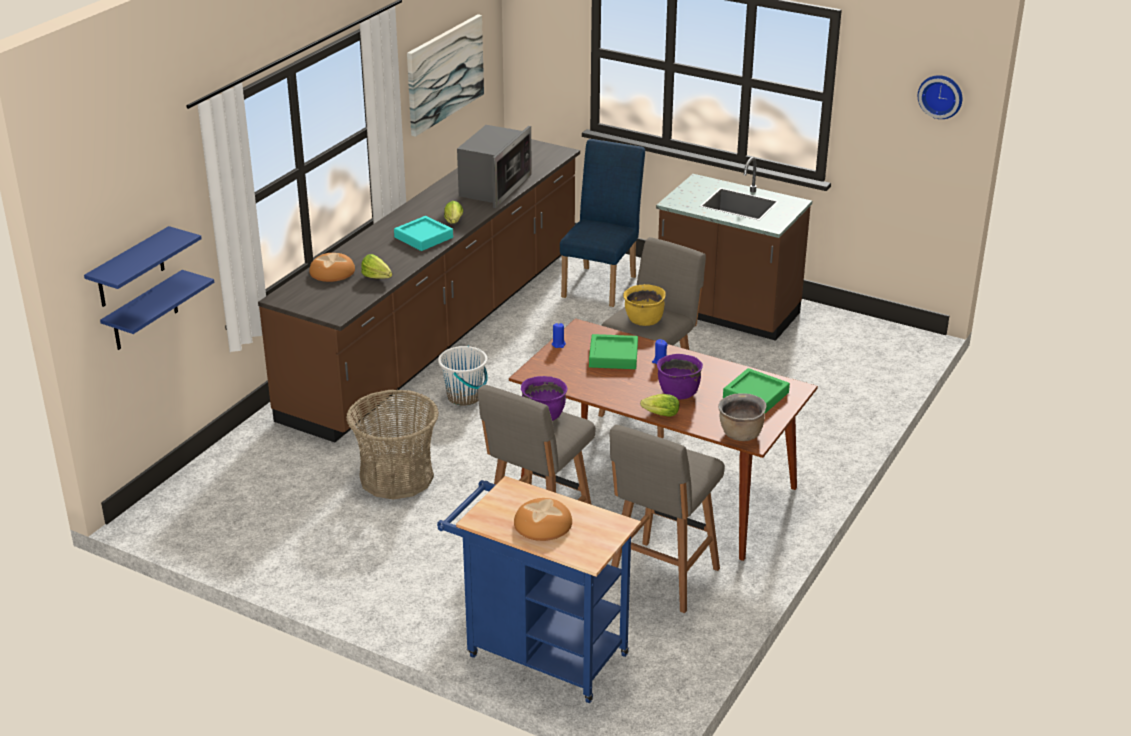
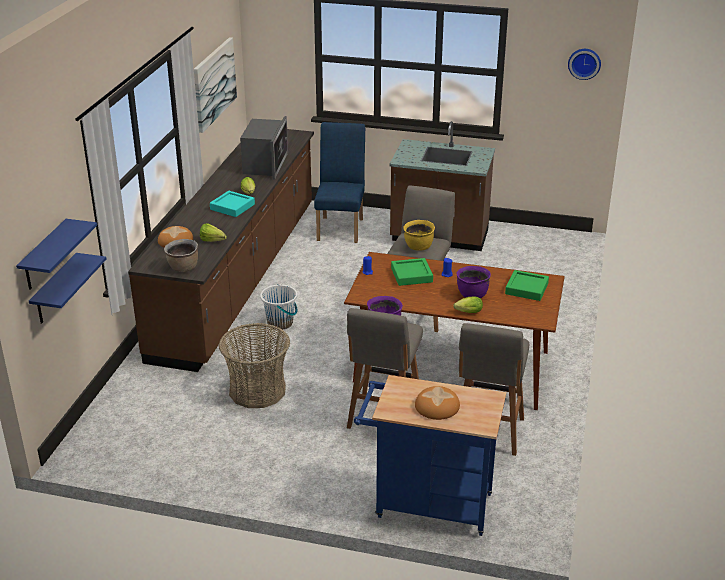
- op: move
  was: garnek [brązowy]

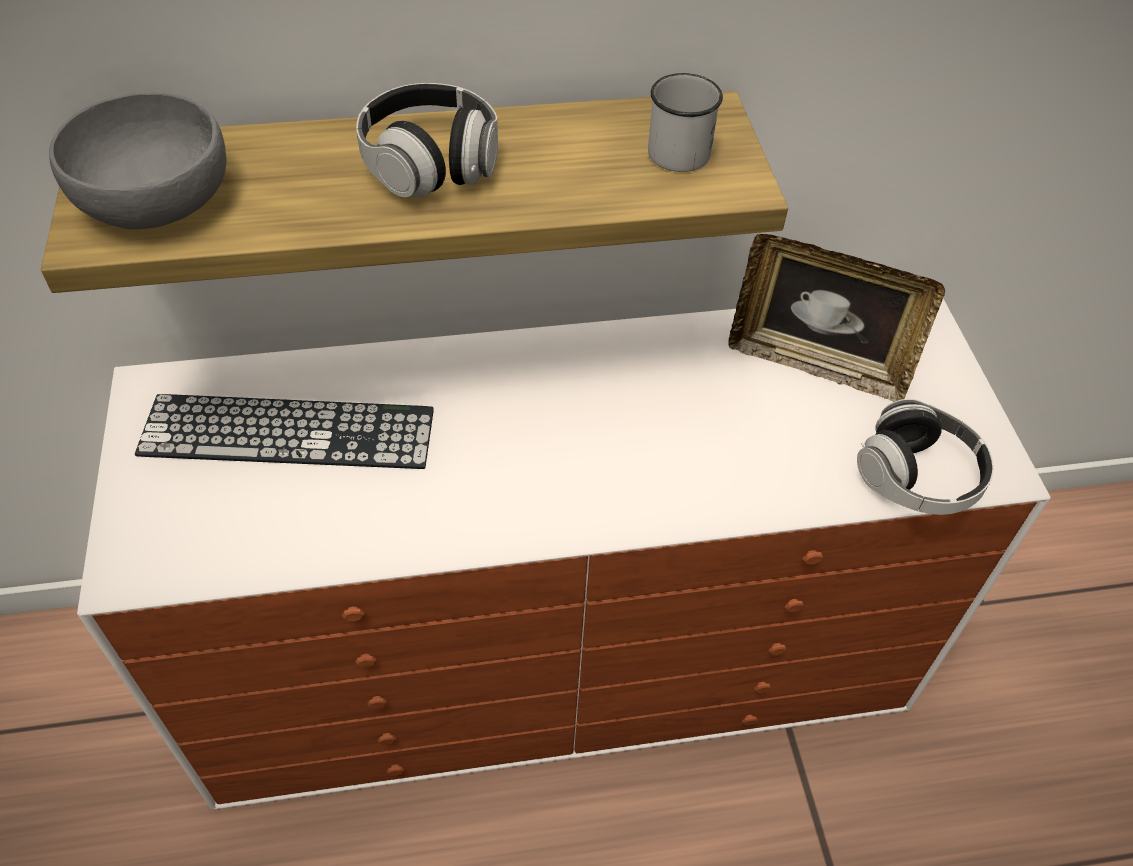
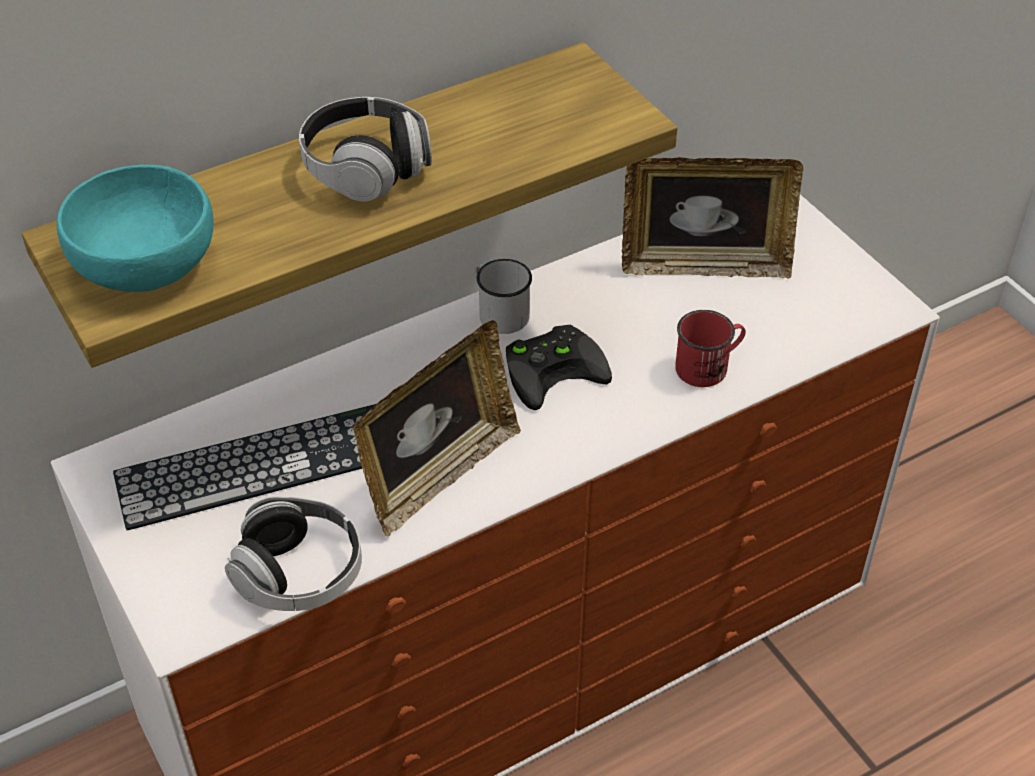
- op: recolor
  was: miska [szary]
  now: miska [turkusowy]
- op: move
  was: kubek [biały]
- op: move
  was: słuchawki (2nd from left in the first image)
  now: słuchawki (1st from left)
- op: insert
  now: ramka na zdjęcie (1st from left)
- op: insert
  now: pad do gier [czarny]
- op: insert
  now: kubek [czerwony]

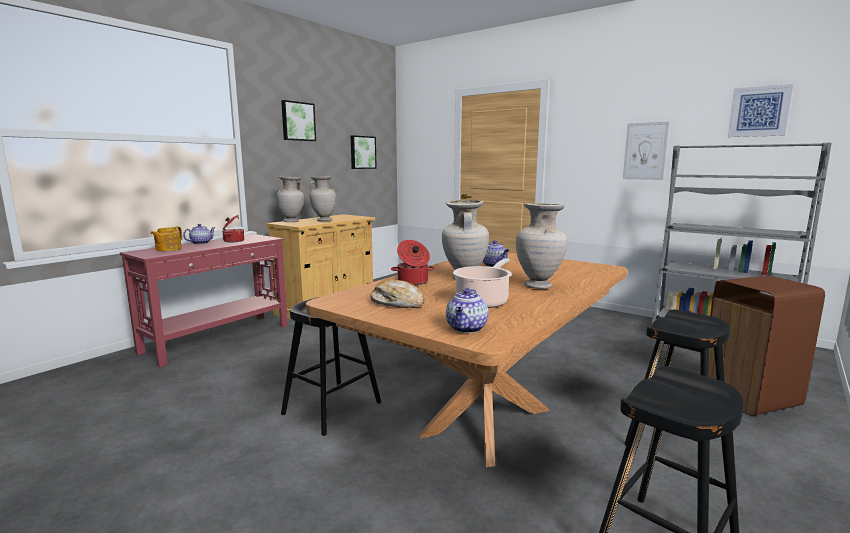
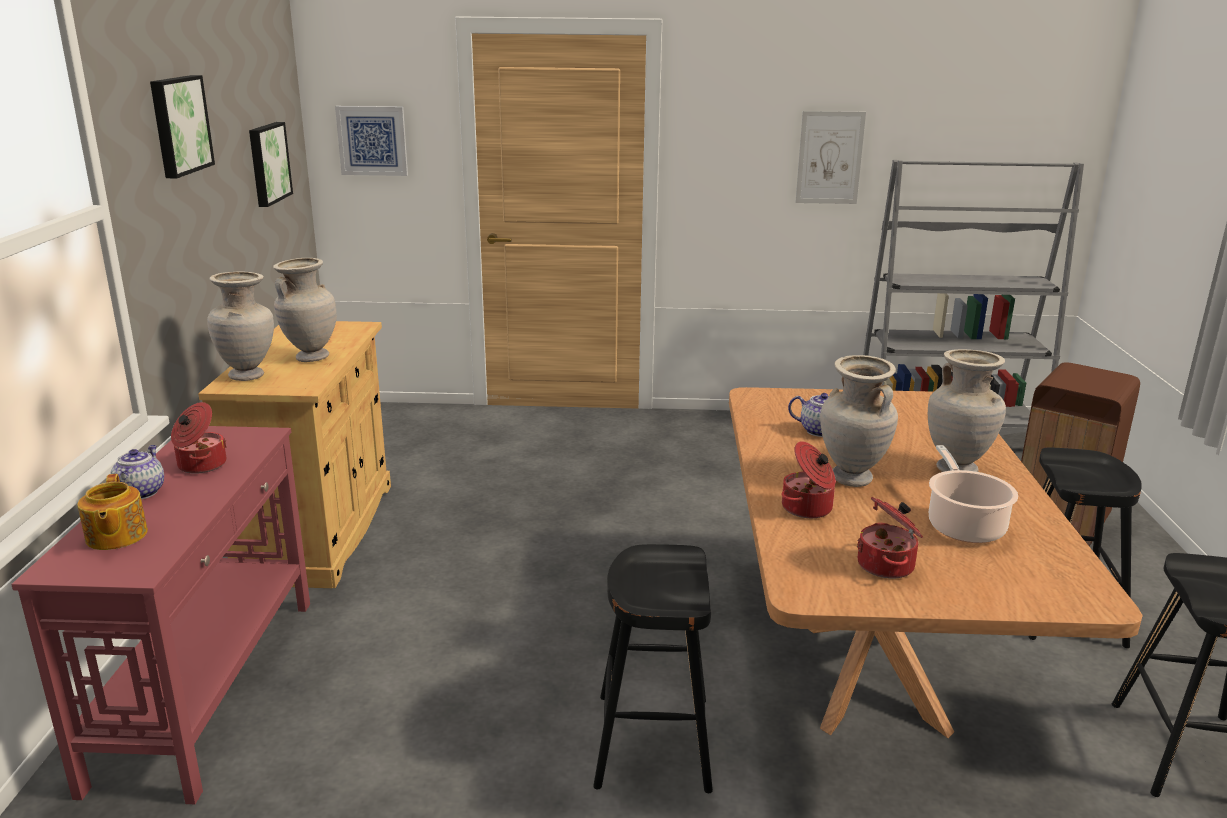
- op: replace
  was: chleb
  now: garnek (3rd from left)
- op: delete
  was: imbryk (3rd from left)
- op: move
  was: obraz (4th from left in the first image)
  now: obraz (3rd from left)

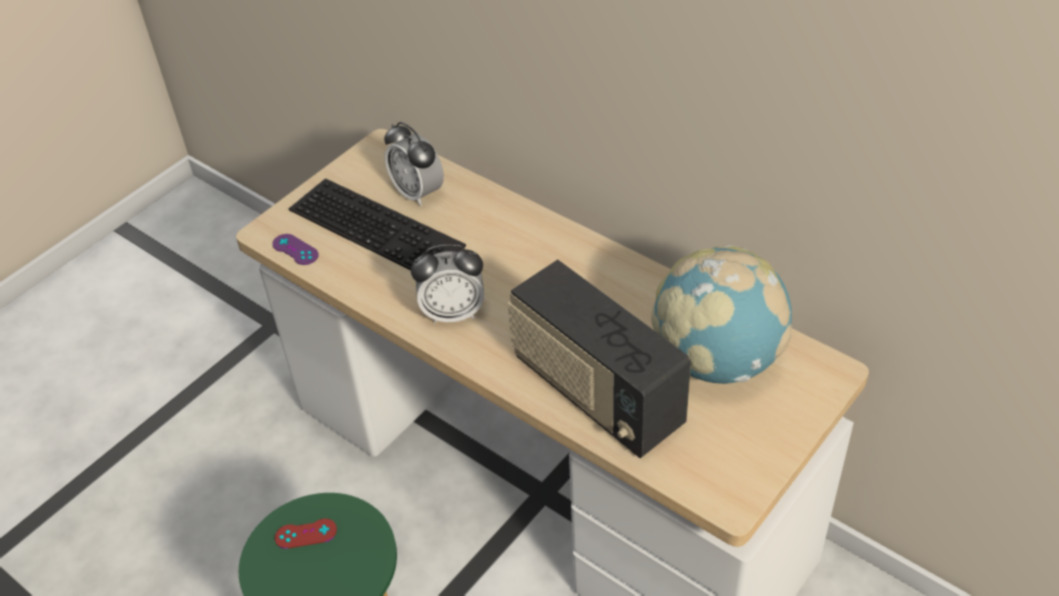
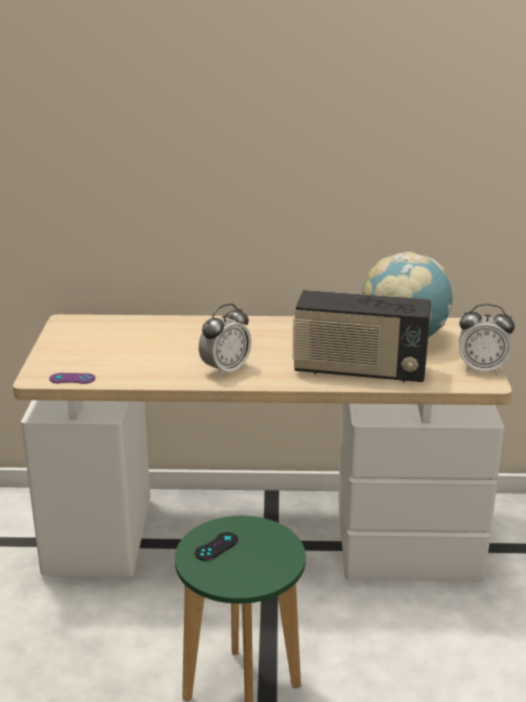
- op: recolor
  was: pad do gier [czerwony]
  now: pad do gier [czarny]
- op: delete
  was: klawiatura
- op: move
  was: budzik (1st from left in the first image)
  now: budzik (2nd from left)

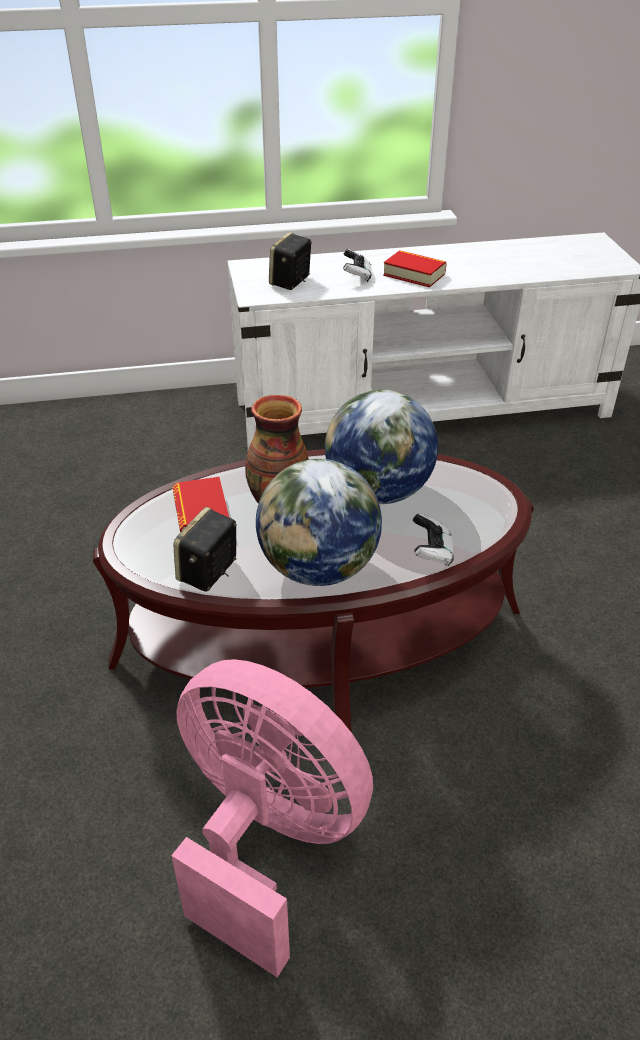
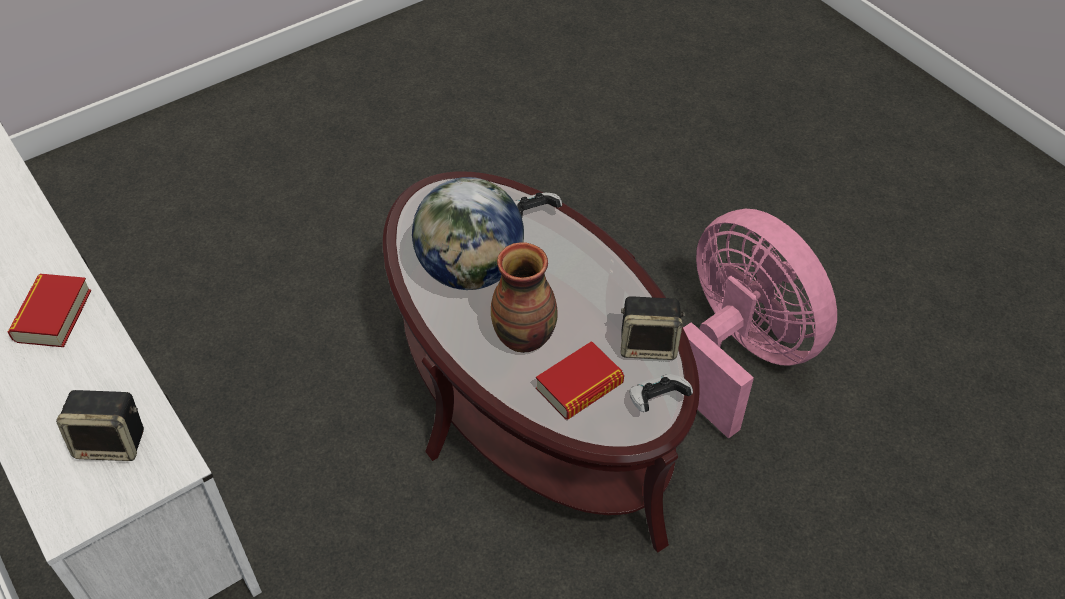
- op: rotate
  was: wentylator [różowy]
  clockwise: 135
- op: delete
  was: globus (1st from left)
- op: move
  was: pad do gier (1st from left in the first image)
  now: pad do gier (2nd from left)

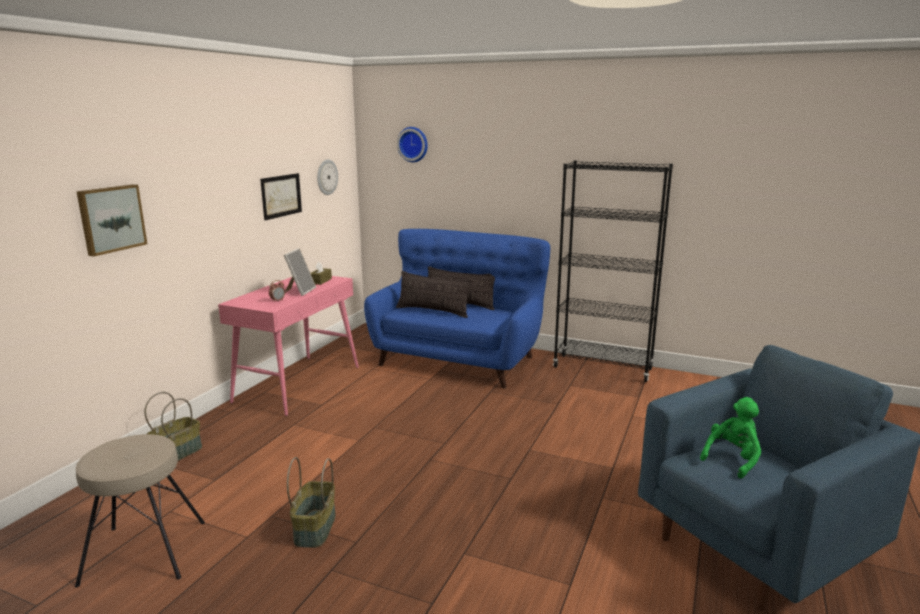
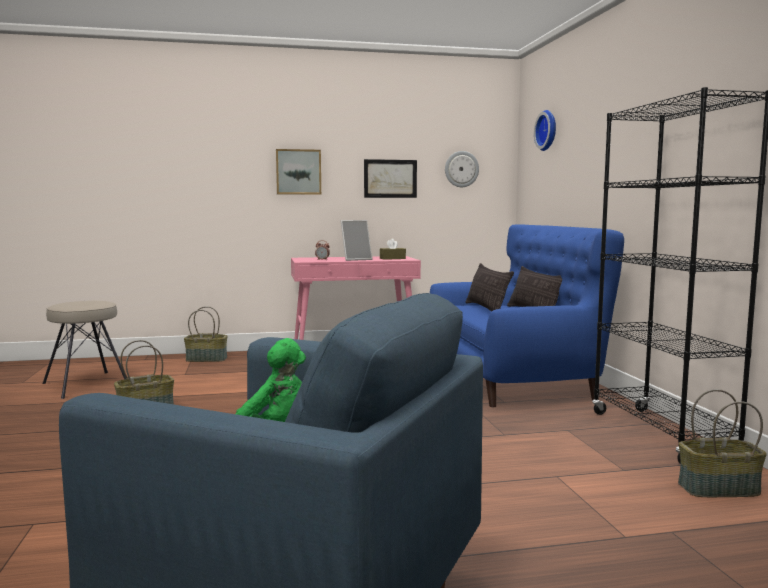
- op: move
  was: obraz (1st from left)
- op: insert
  now: koszyk (3rd from left)

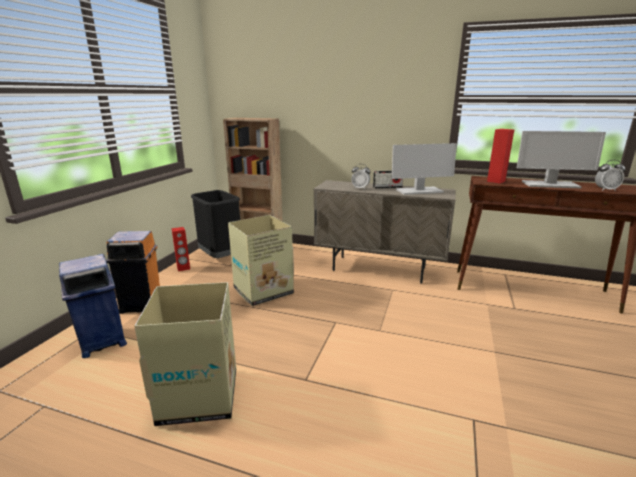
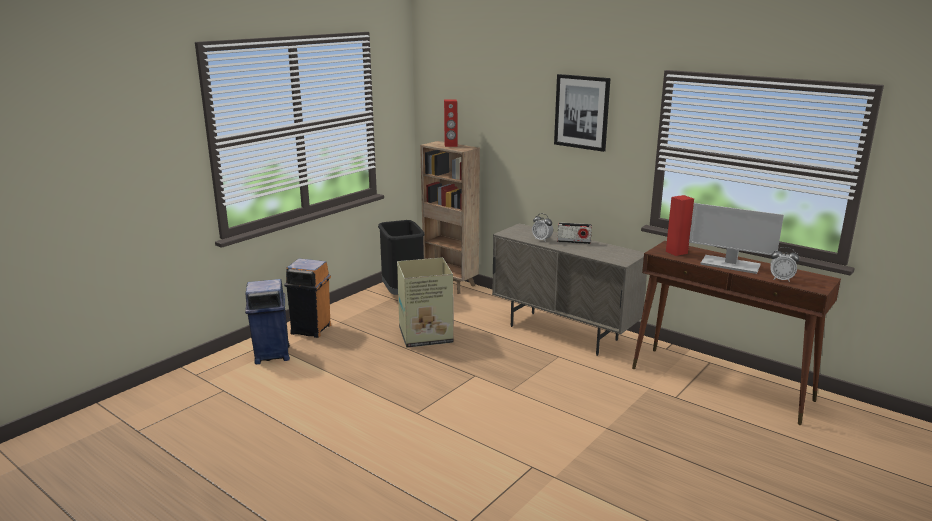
- op: delete
  was: karton (1st from left)
- op: move
  was: głośnik [czerwony] (1st from left)
- op: delete
  was: monitor (1st from left)
- op: insert
  now: obraz

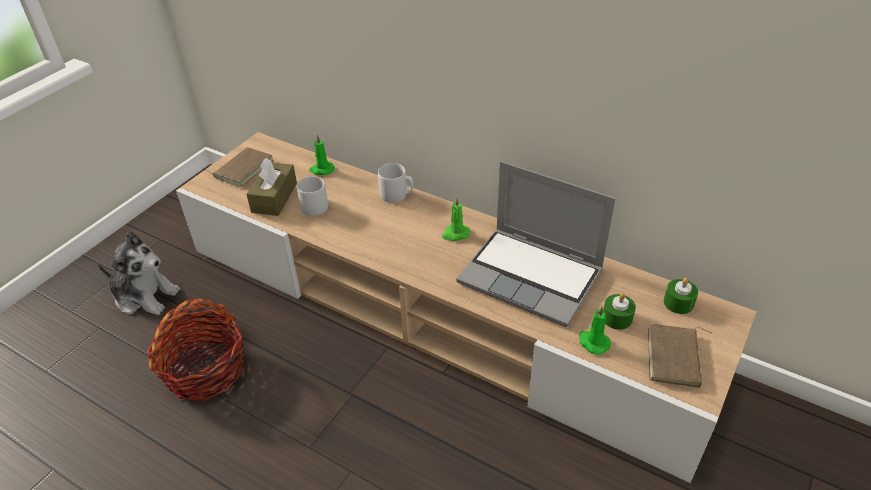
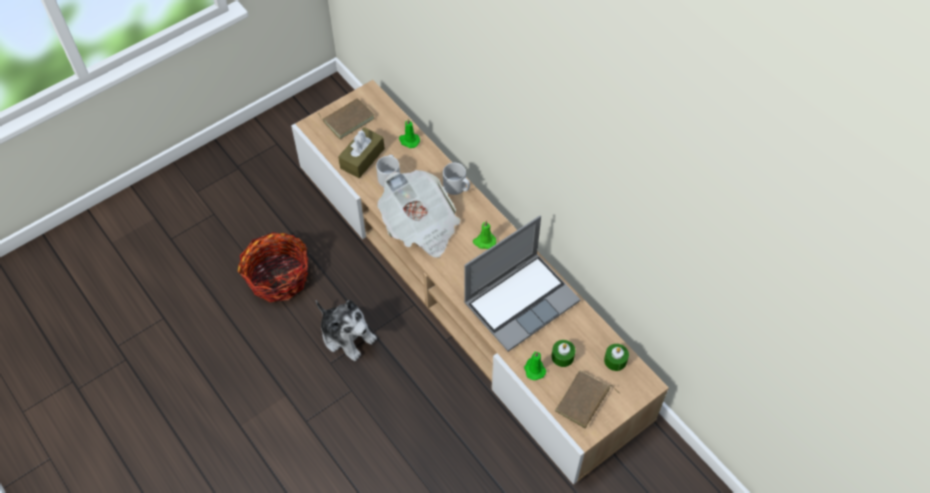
- op: move
  was: pluszak
- op: rotate
  was: laptop
  clockwise: -90
- op: insert
  now: gazeta

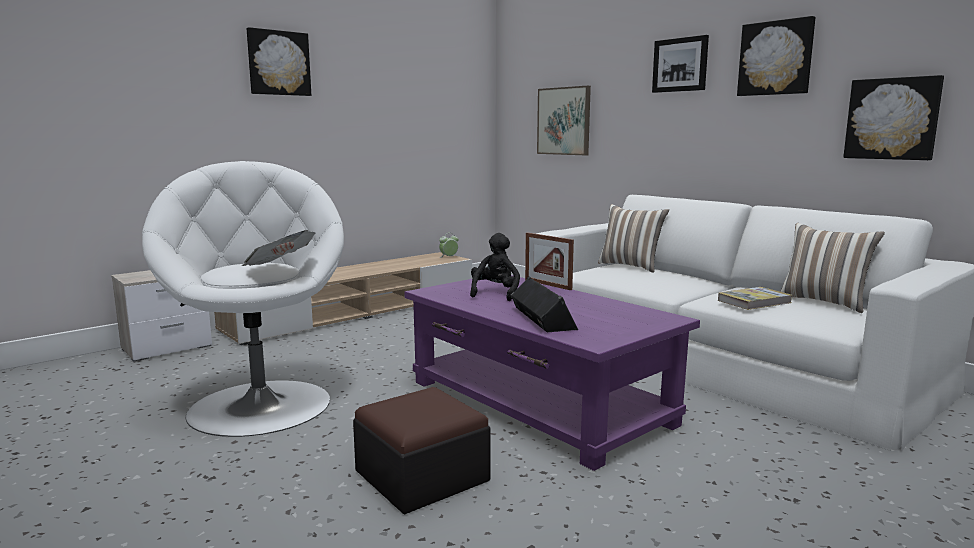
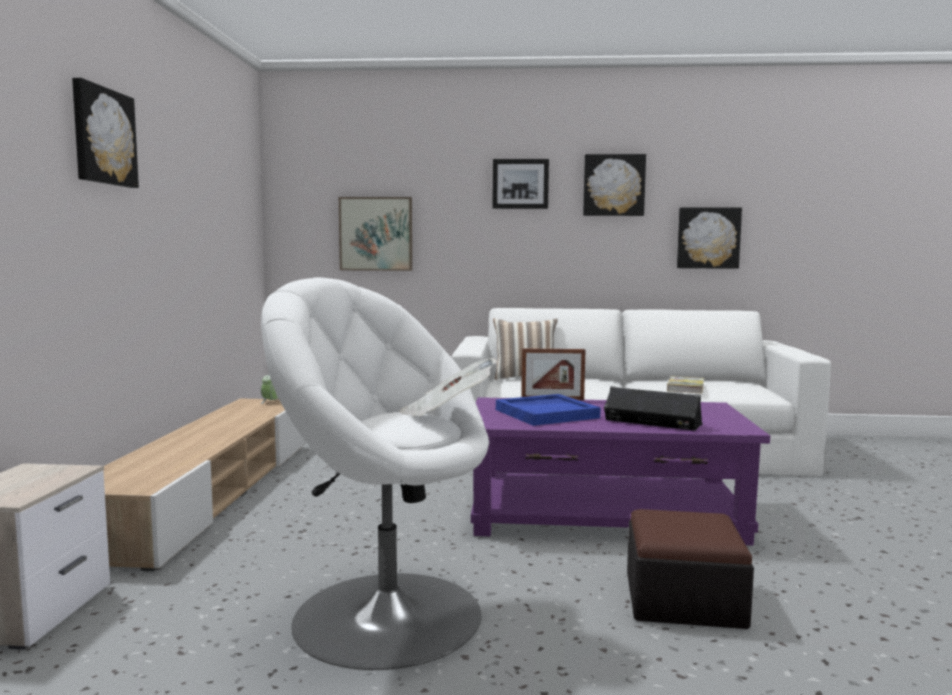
- op: replace
  was: pluszak [czarny]
  now: taca [niebieski]
- op: delete
  was: poduszka (2nd from left)

